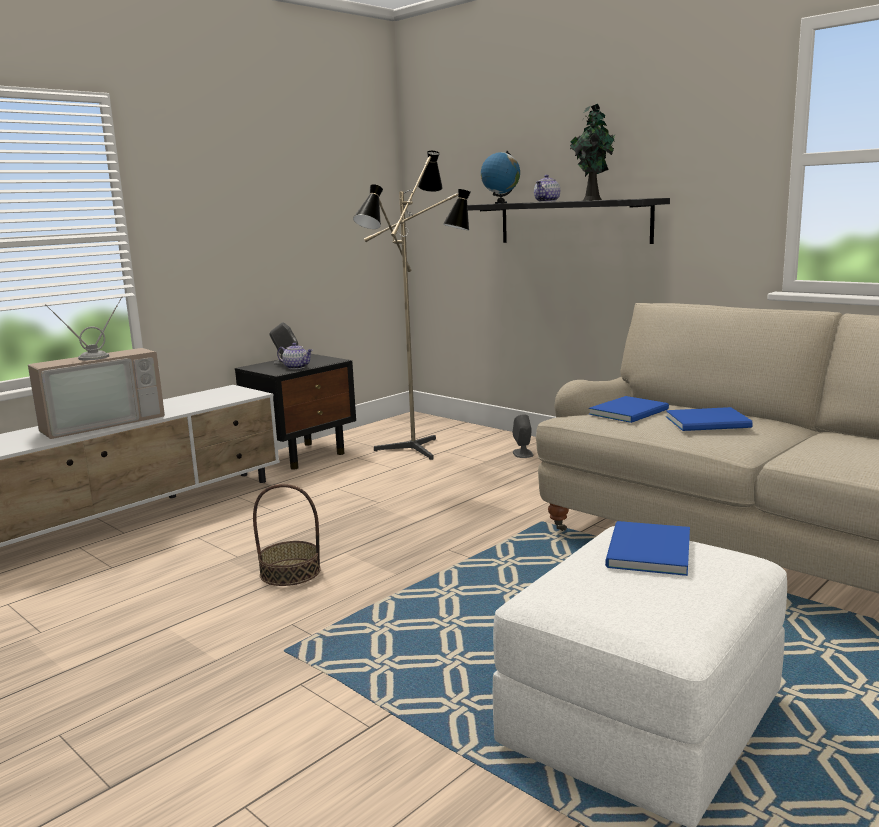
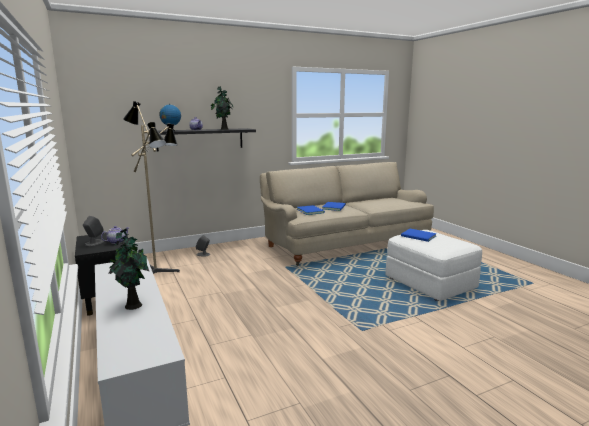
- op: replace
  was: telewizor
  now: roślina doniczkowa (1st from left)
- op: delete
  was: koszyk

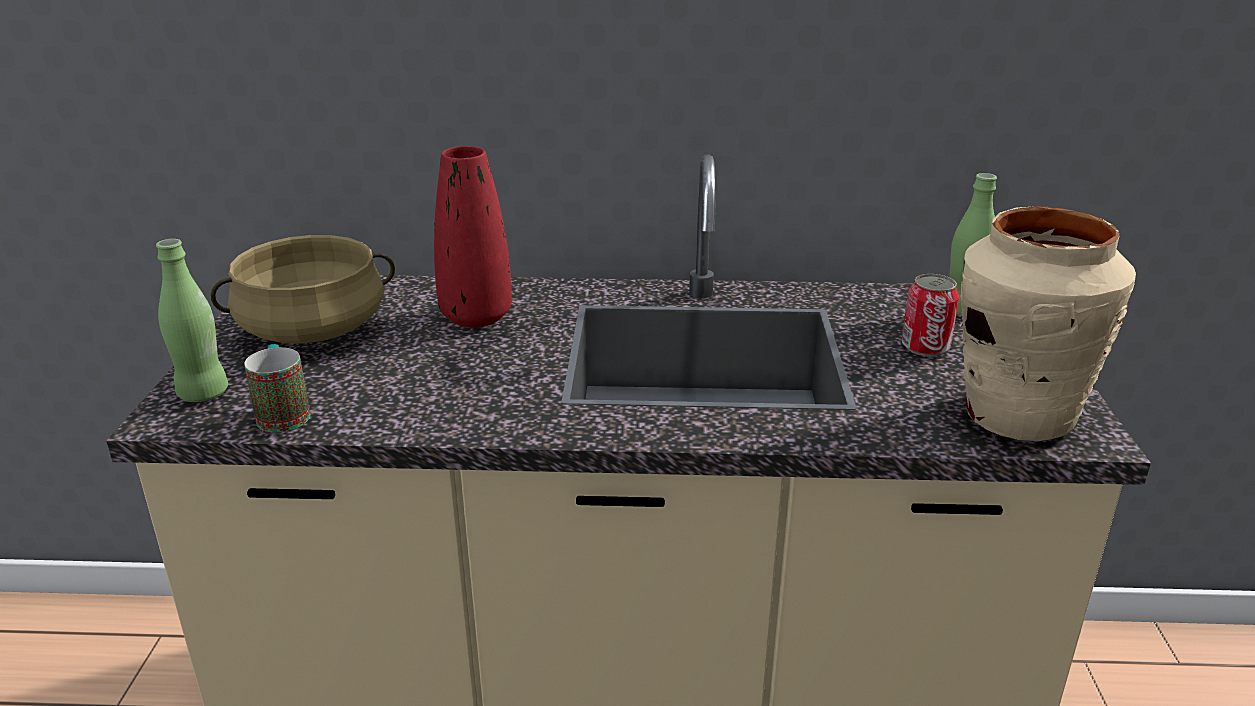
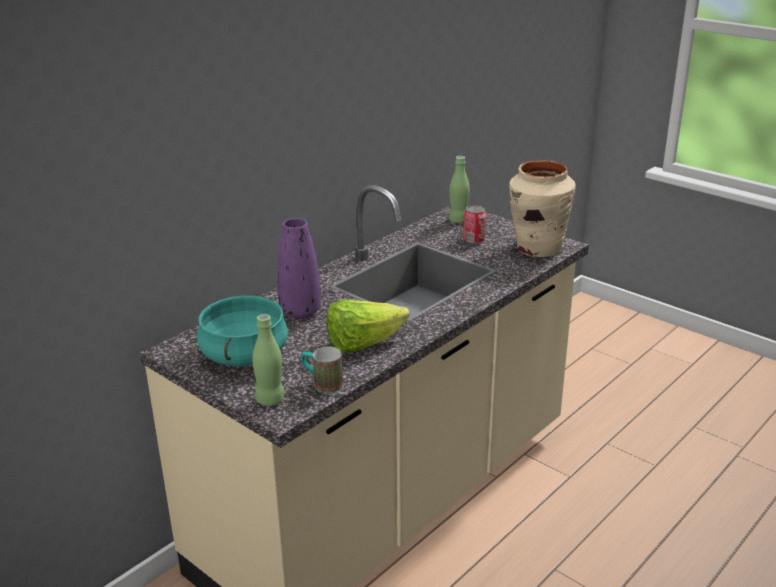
- op: recolor
  was: garnek [beżowy]
  now: garnek [turkusowy]
- op: recolor
  was: wazon [czerwony]
  now: wazon [fioletowy]
- op: insert
  now: sałata

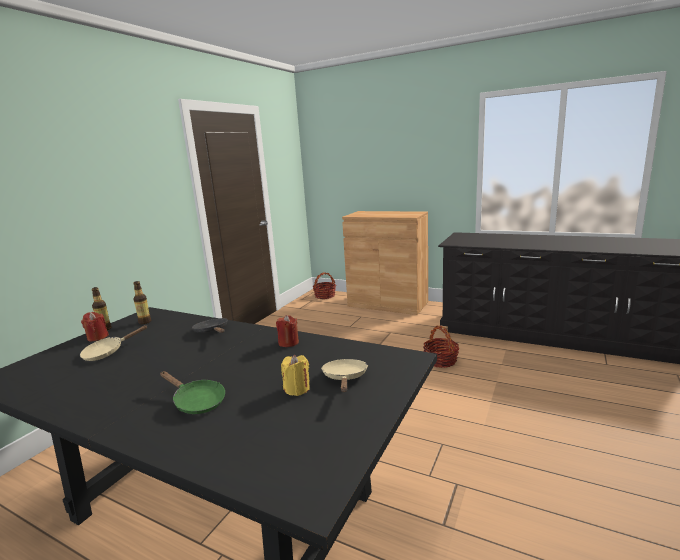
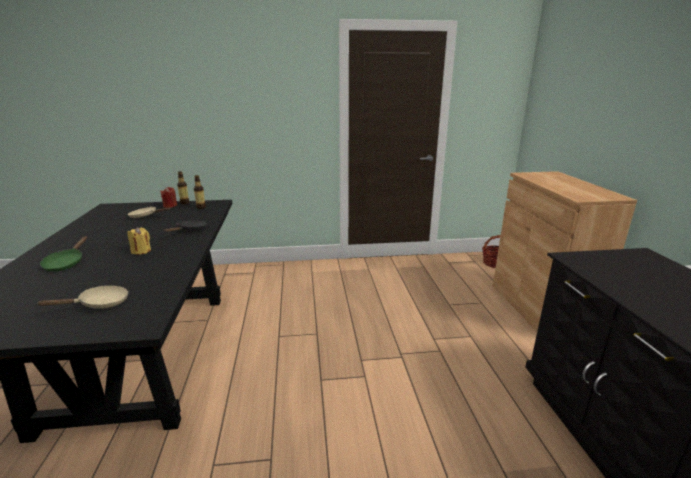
- op: delete
  was: świeca [czerwony] (2nd from left)
- op: move
  was: świeca [żółty]
- op: delete
  was: koszyk (2nd from left)

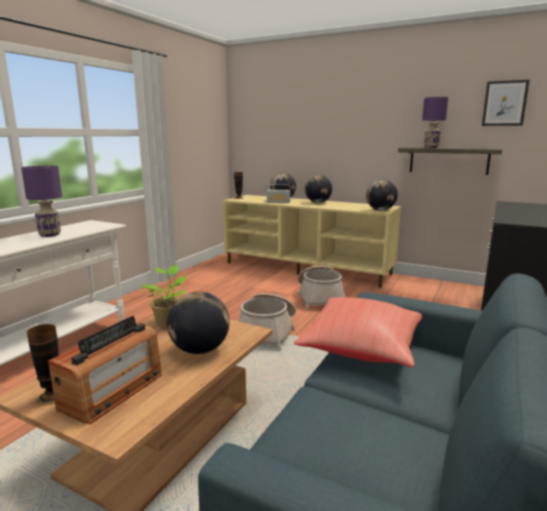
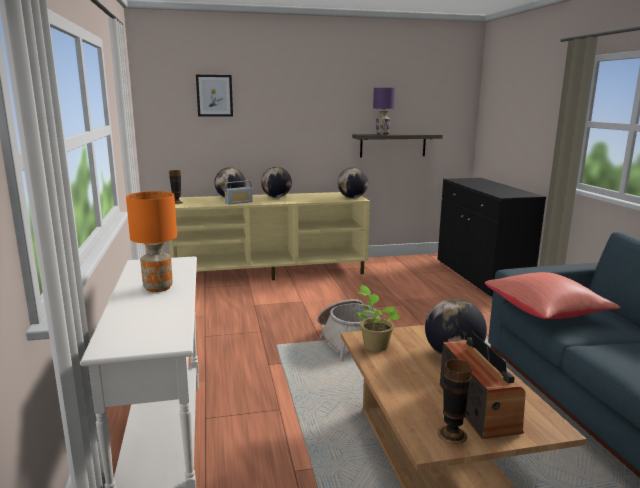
- op: recolor
  was: lampa stołowa [fioletowy] (1st from left)
  now: lampa stołowa [pomarańczowy]
- op: delete
  was: koszyk (2nd from left)
- op: move
  was: obraz

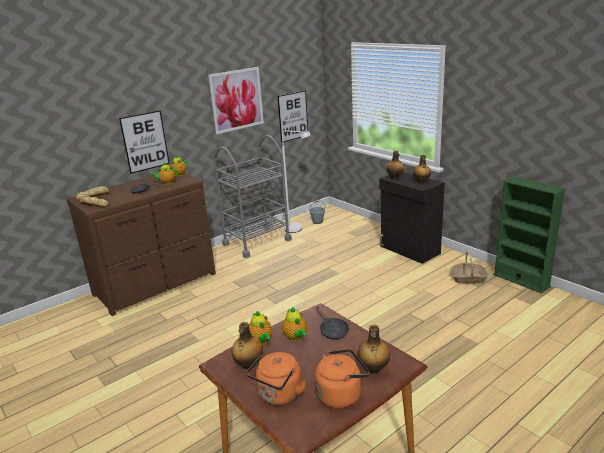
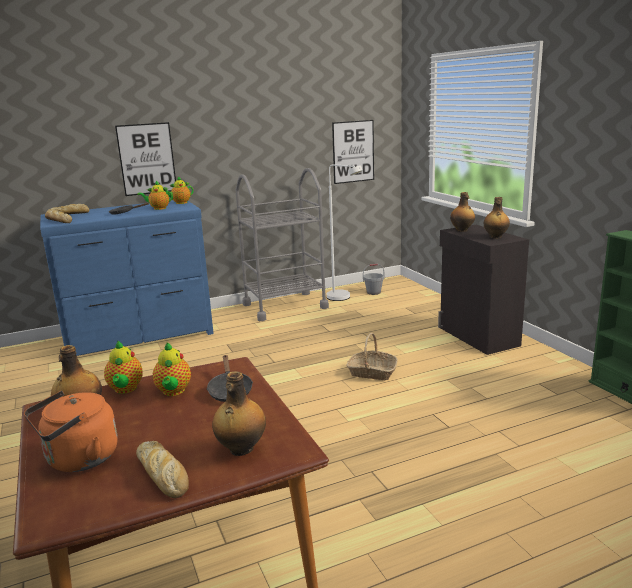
- op: recolor
  was: komoda [brązowy]
  now: komoda [niebieski]
- op: delete
  was: obraz (2nd from left)
- op: replace
  was: czajnik [pomarańczowy] (2nd from left)
  now: chleb (3rd from left)
- op: move
  was: koszyk

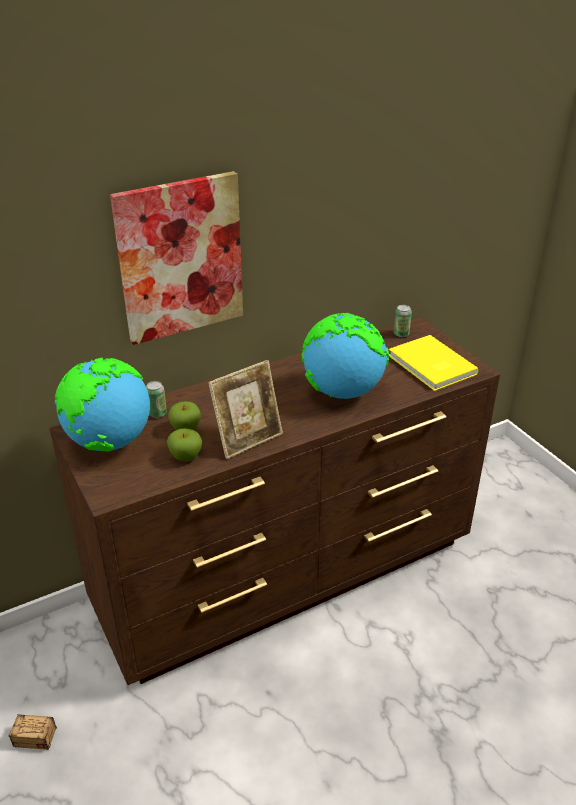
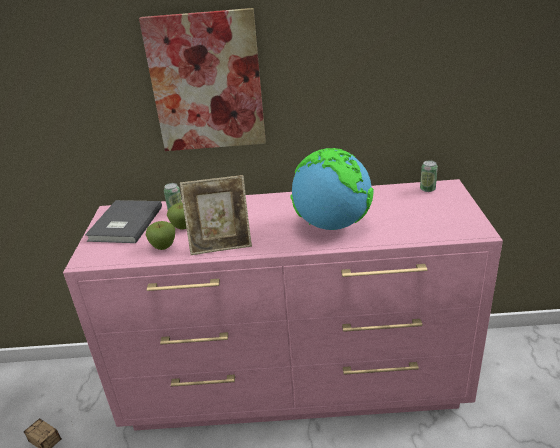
- op: recolor
  was: komoda [brązowy]
  now: komoda [różowy]
- op: replace
  was: globus (1st from left)
  now: książka [szary]
- op: delete
  was: książka [żółty]

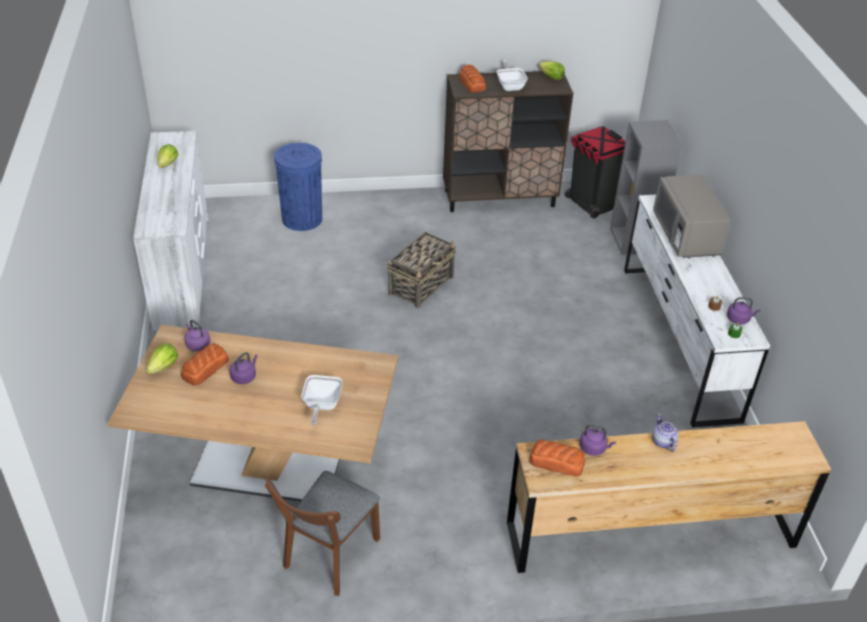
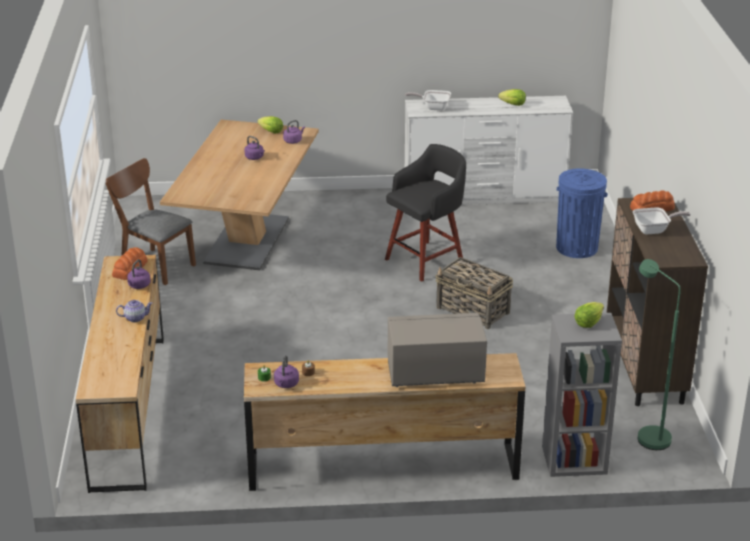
- op: delete
  was: chleb (1st from left)
- op: move
  was: patelnia (1st from left)
- op: move
  was: sałata (3rd from left)
- op: replace
  was: kosz na śmieci [czarny]
  now: lampa stojąca [zielony]
- op: recolor
  was: komoda [biały] (2nd from left)
  now: komoda [brązowy] (2nd from left)
- op: insert
  now: stołek [czarny]

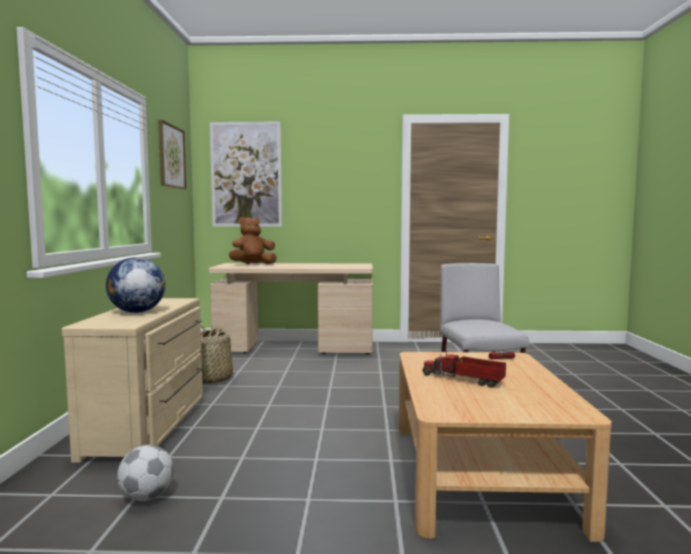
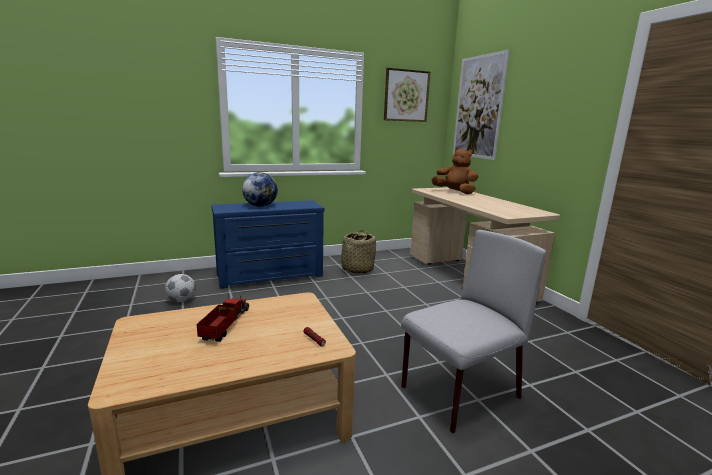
- op: recolor
  was: komoda [beżowy]
  now: komoda [niebieski]

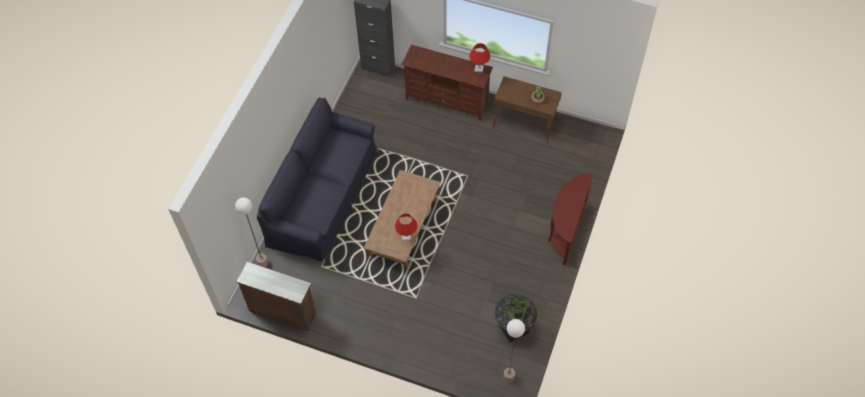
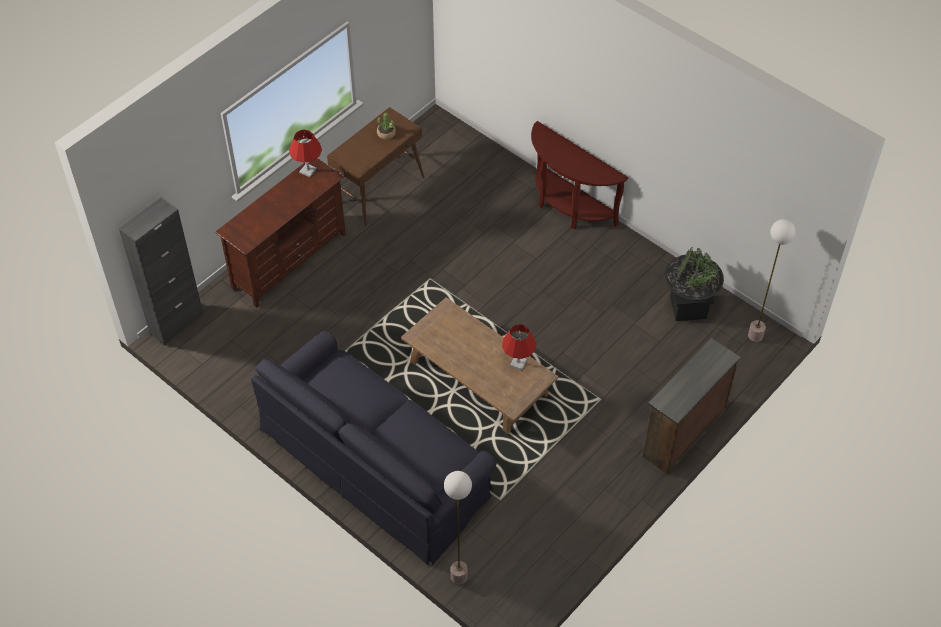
- op: move
  was: komoda [brązowy]

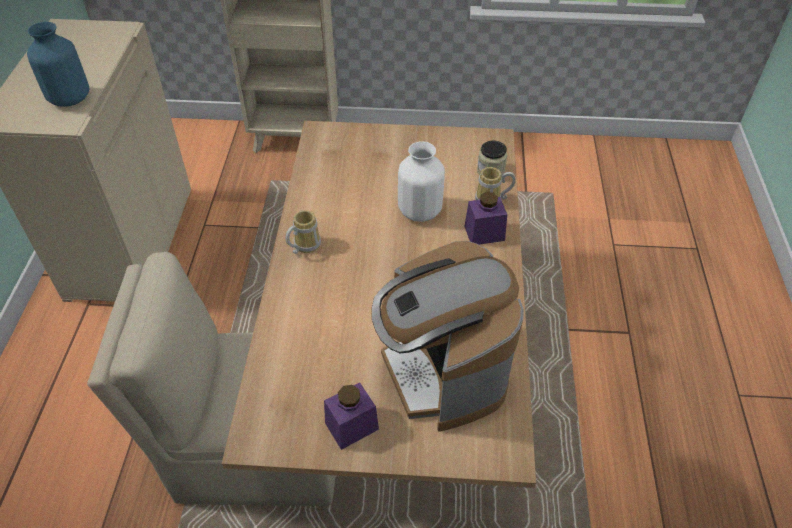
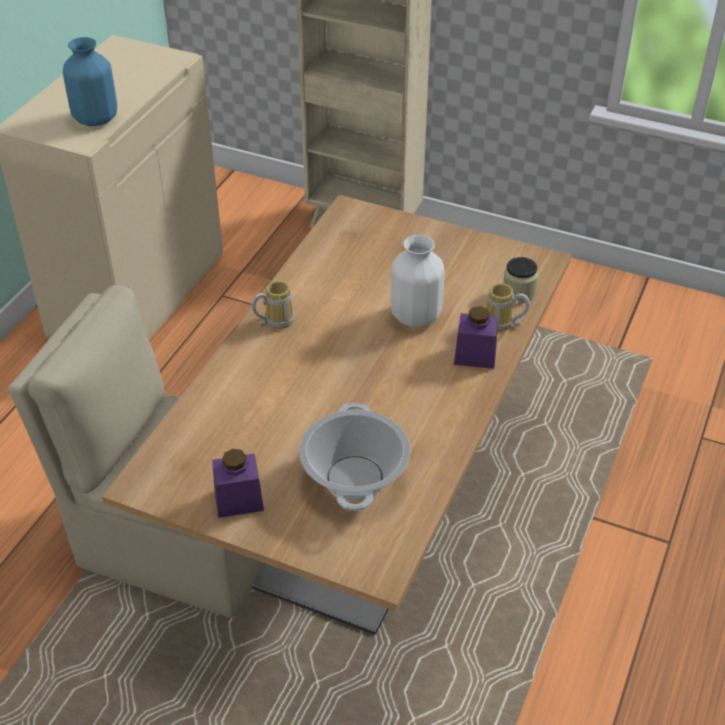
- op: replace
  was: ekspres do kawy
  now: garnek

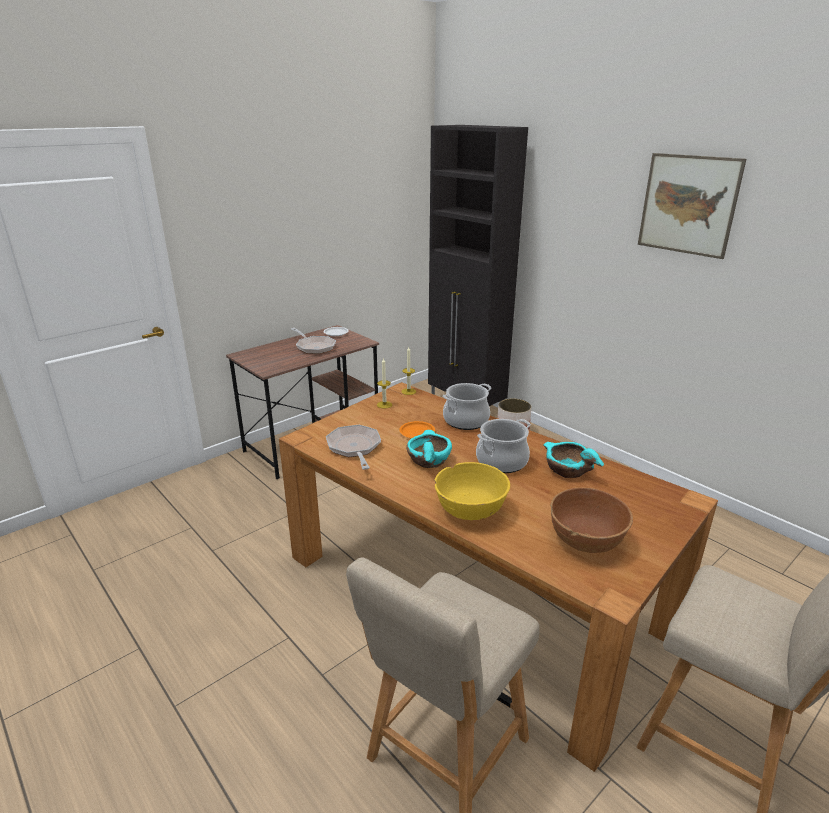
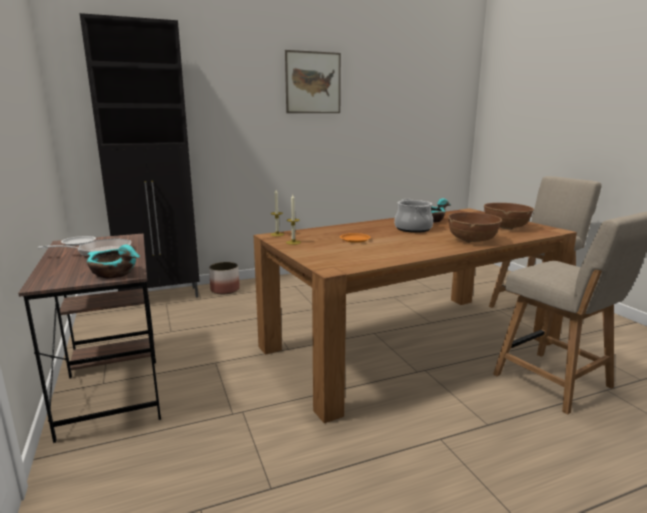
- op: delete
  was: patelnia (2nd from left)
- op: move
  was: miska [turkusowy] (1st from left)
- op: recolor
  was: miska [żółty]
  now: miska [brązowy] (1st from left)
- op: delete
  was: garnek (1st from left)

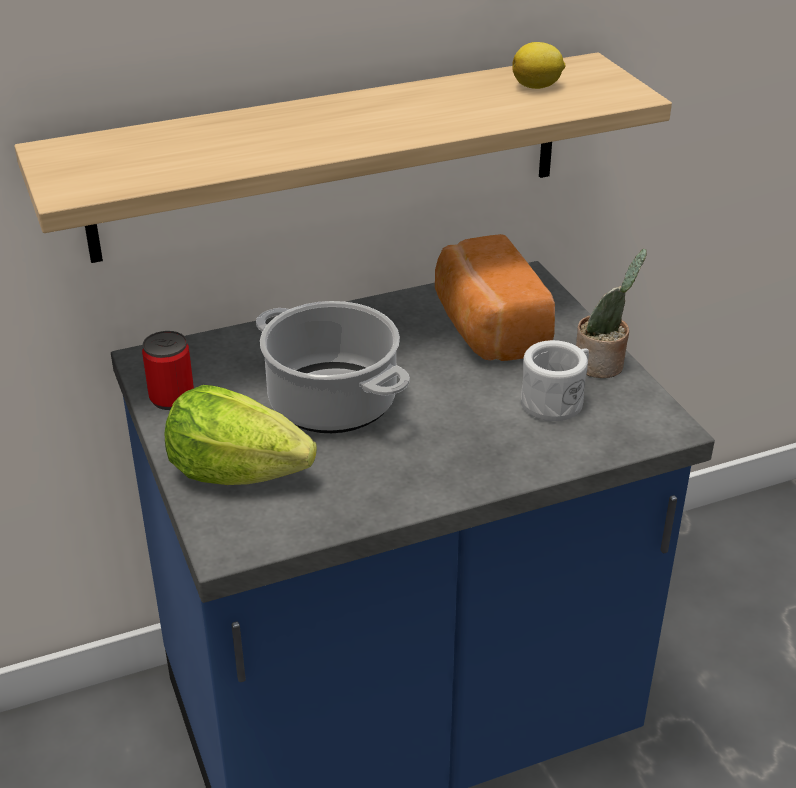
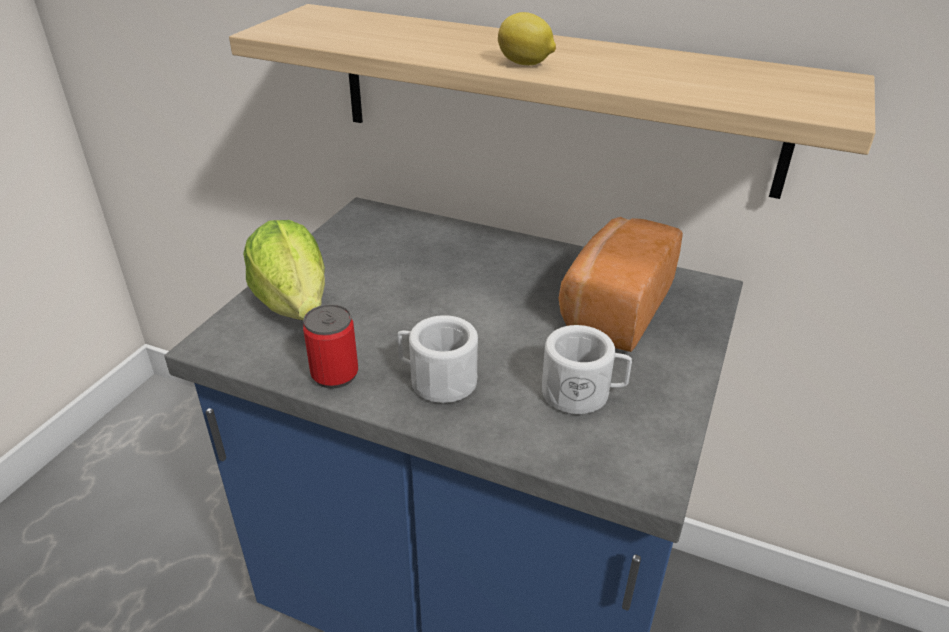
- op: move
  was: puszka
- op: delete
  was: garnek
- op: move
  was: cytryna
- op: delete
  was: roślina doniczkowa
- op: insert
  now: kubek [biały] (1st from left)

